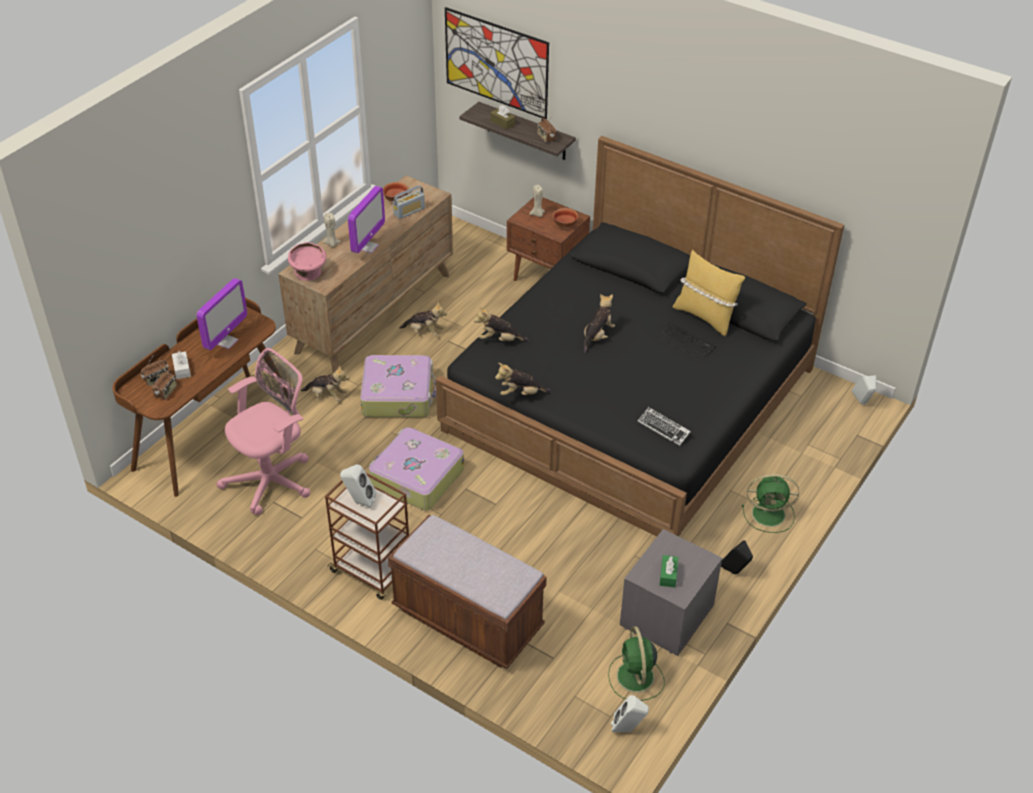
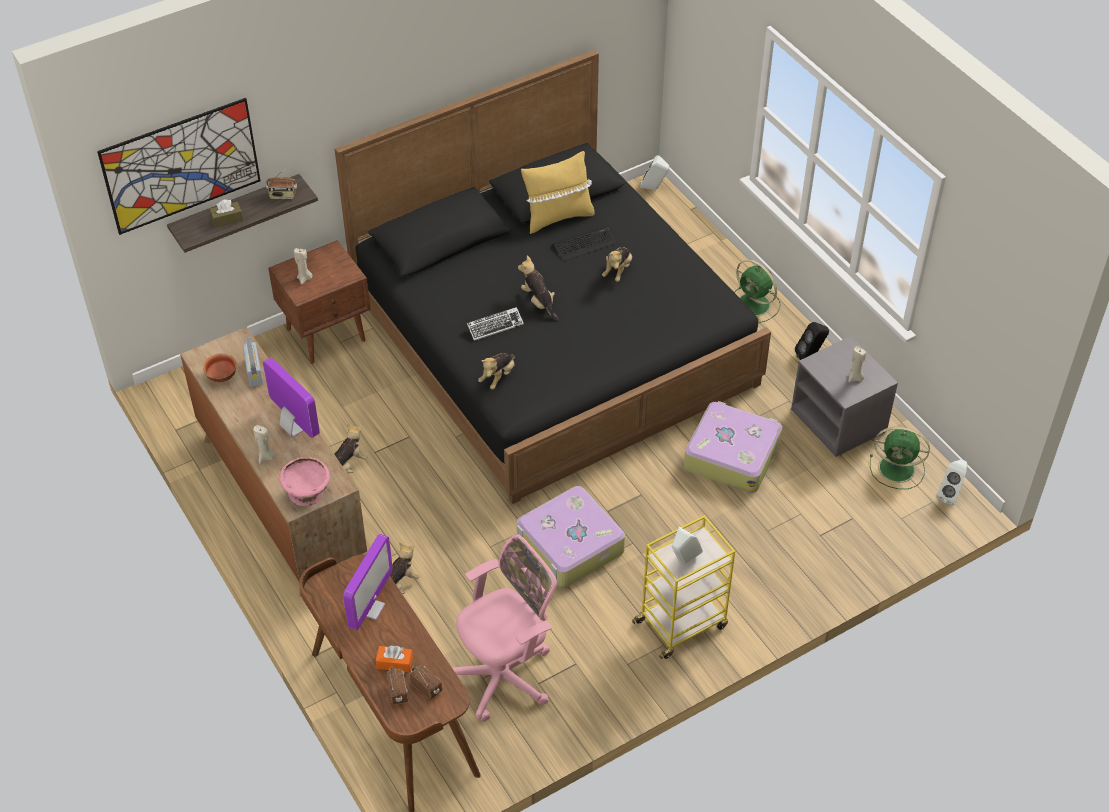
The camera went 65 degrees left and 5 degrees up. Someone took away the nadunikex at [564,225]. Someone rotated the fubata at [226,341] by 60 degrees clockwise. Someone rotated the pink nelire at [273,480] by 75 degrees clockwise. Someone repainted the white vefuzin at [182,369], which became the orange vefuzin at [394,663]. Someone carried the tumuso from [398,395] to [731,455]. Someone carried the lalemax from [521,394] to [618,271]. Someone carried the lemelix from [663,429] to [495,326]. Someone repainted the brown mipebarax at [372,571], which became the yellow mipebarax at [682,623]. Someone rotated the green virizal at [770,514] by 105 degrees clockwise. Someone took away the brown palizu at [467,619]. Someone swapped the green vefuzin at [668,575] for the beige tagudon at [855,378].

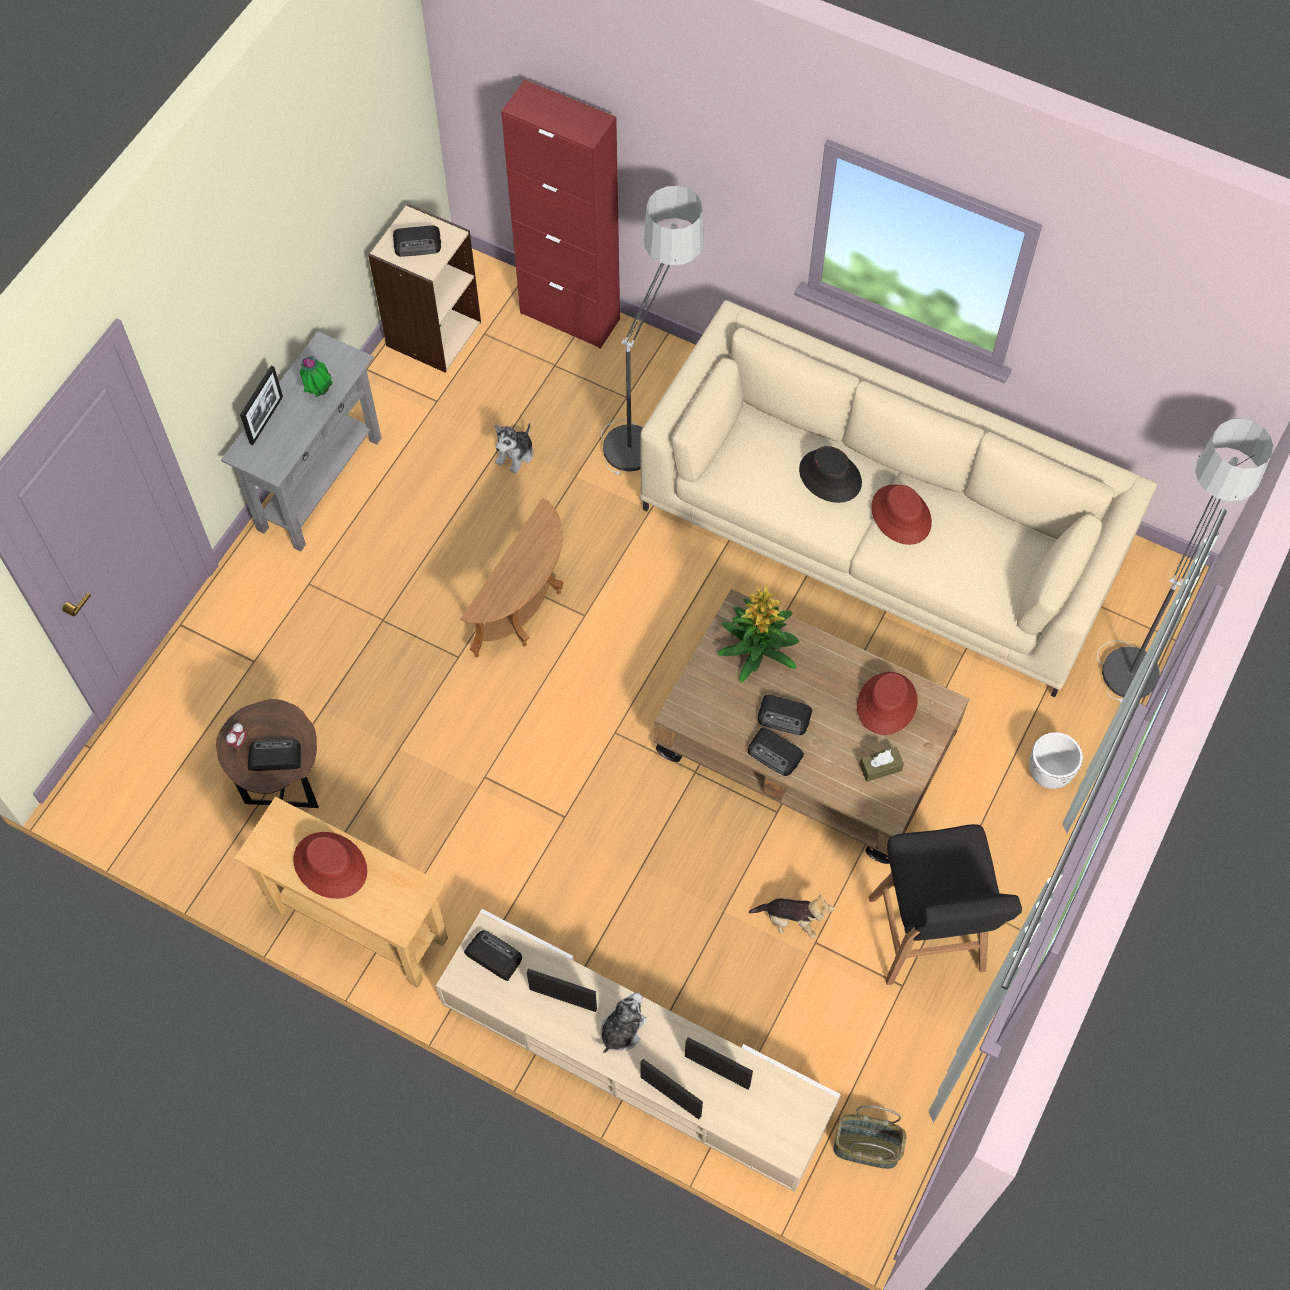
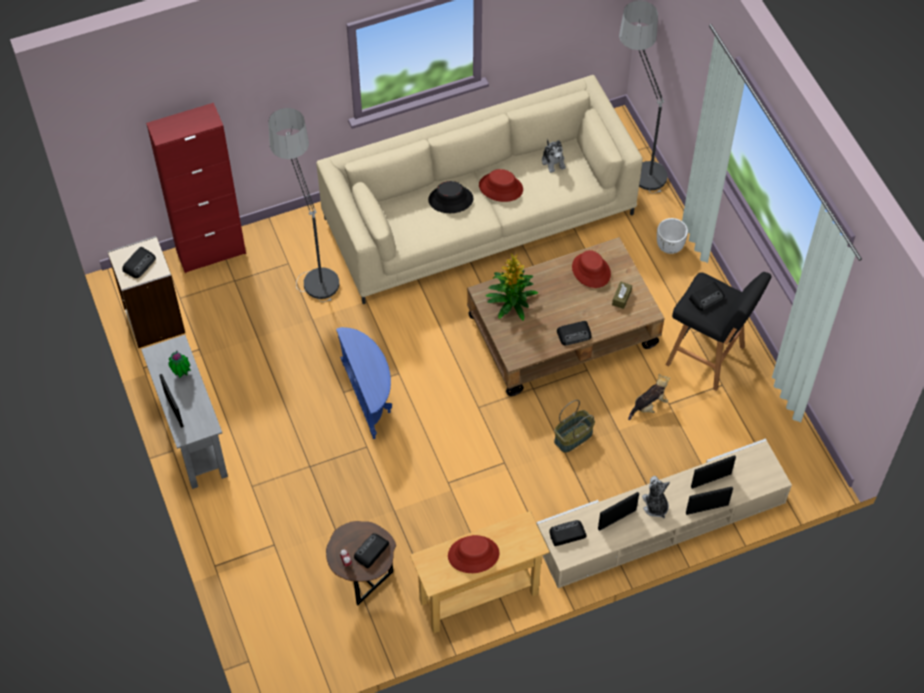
The camera went 50 degrees left and 5 degrees down. Someone carried the lalemax from [515,455] to [553,161]. Someone repainted the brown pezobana at [525,610], which became the blue pezobana at [369,397]. Someone carried the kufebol from [785,717] to [707,297]. Someone carried the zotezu from [866,1147] to [573,438].

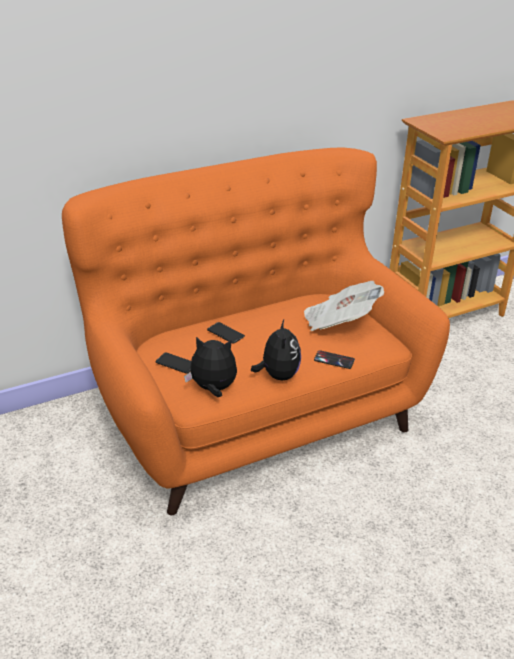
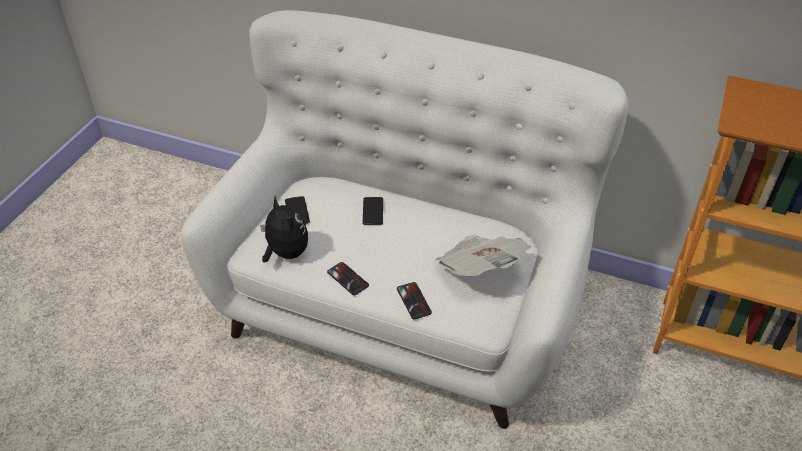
The camera went 50 degrees right and 10 degrees up. Someone repainted the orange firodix at [255,415], which became the white firodix at [400,307]. Someone swapped the lalemax at [278,375] for the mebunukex at [348,279].

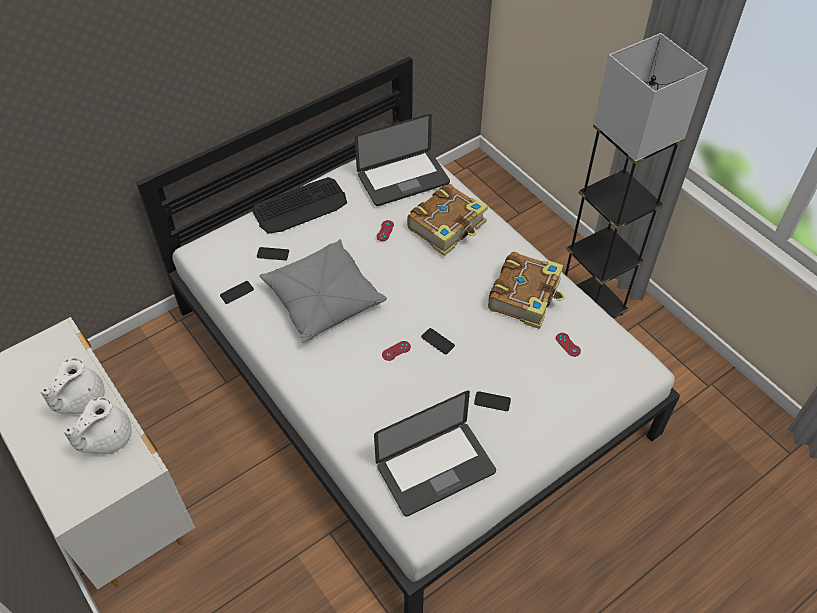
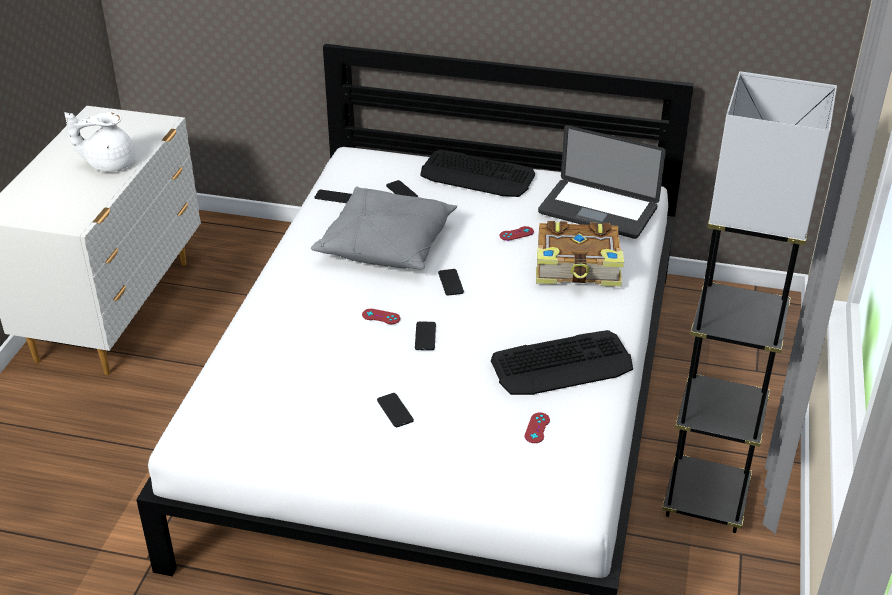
The camera went 50 degrees right and 15 degrees down. Someone swapped the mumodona at [525,296] for the lemelix at [562,365]. Someone took away the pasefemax at [436,469]. Someone took away the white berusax at [107,438]. Someone put down the mebunukex at [451,282].

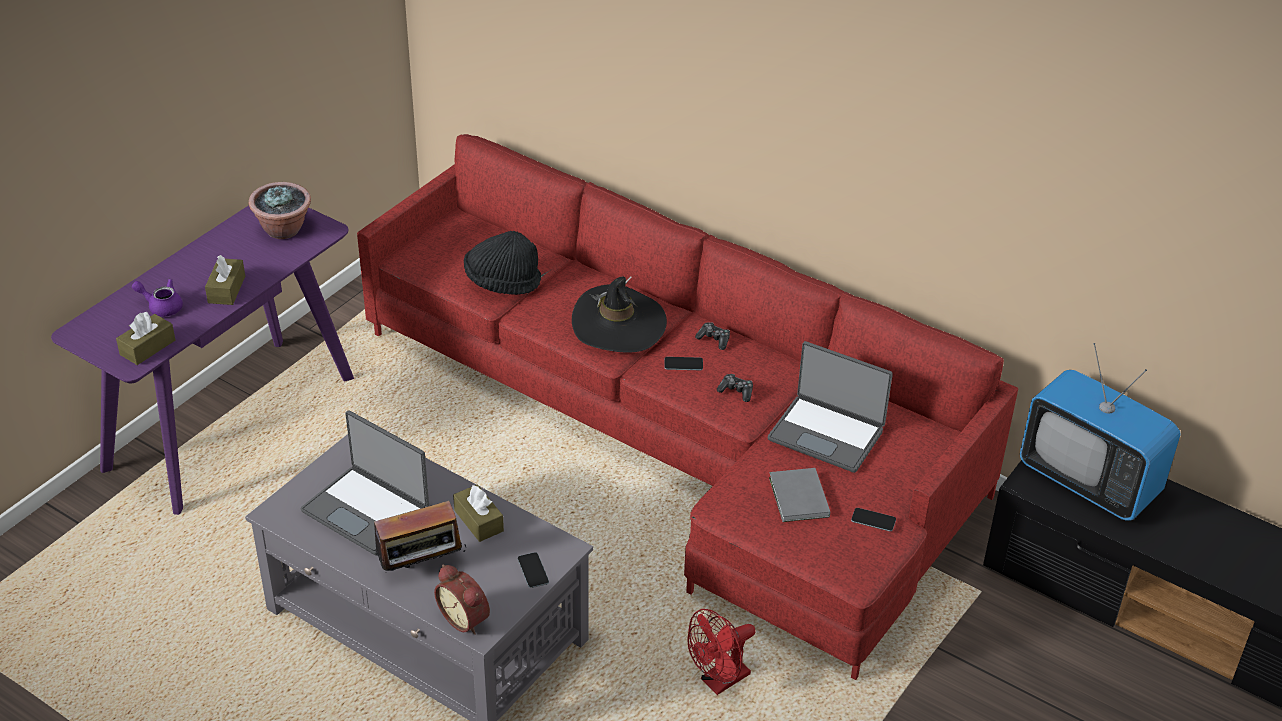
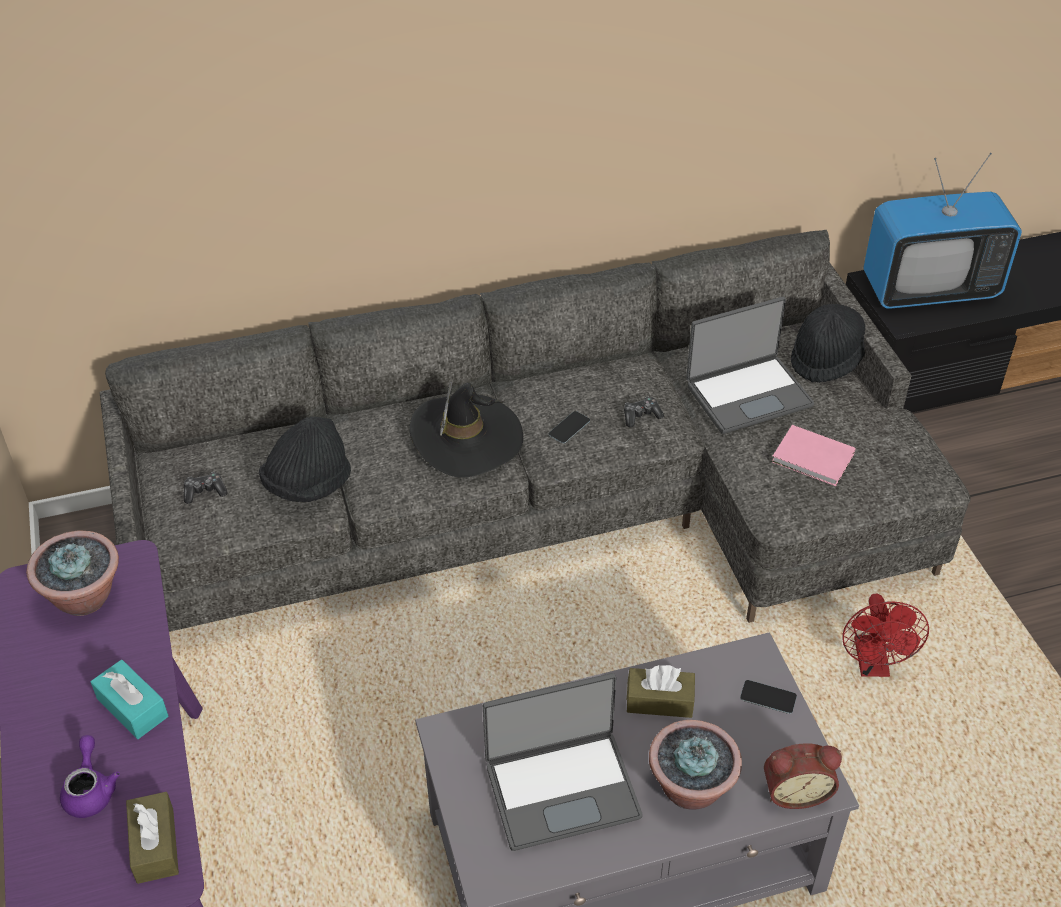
The camera went 50 degrees left and 5 degrees up. Someone repainted the red firodix at [684,440], which became the grey firodix at [554,508]. Someone repainted the brown vefuzin at [226,289], which became the turquoise vefuzin at [132,708]. Someone rotated the purple berusax at [161,306] by 120 degrees clockwise. Someone carried the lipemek from [714,339] to [205,492]. Someone repainted the grey mumodona at [798,498], which became the pink mumodona at [814,459]. Someone swapped the kufebol at [421,567] for the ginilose at [690,788]. Someone took away the mebunukex at [873,520]. Someone put down the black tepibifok at [827,358].

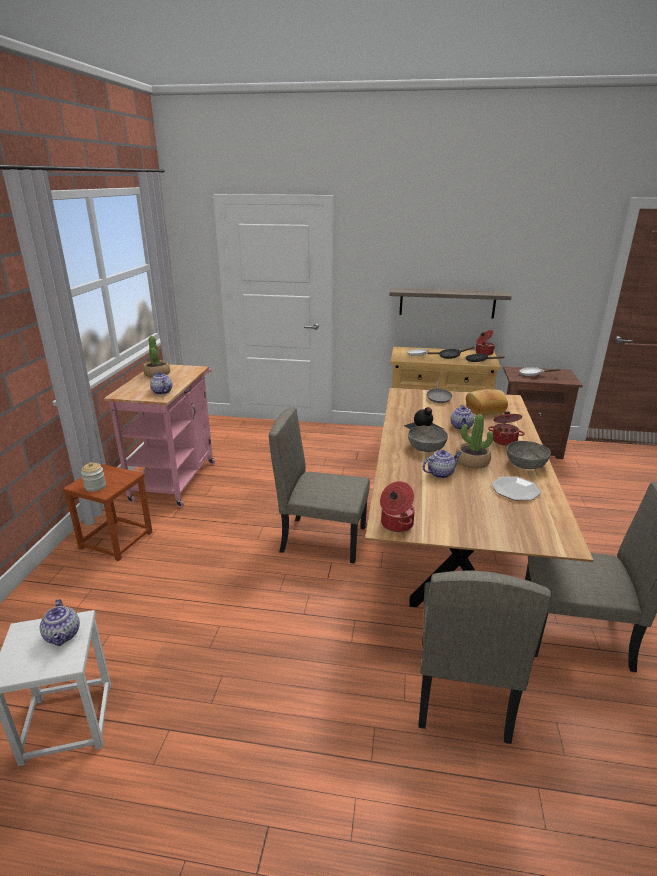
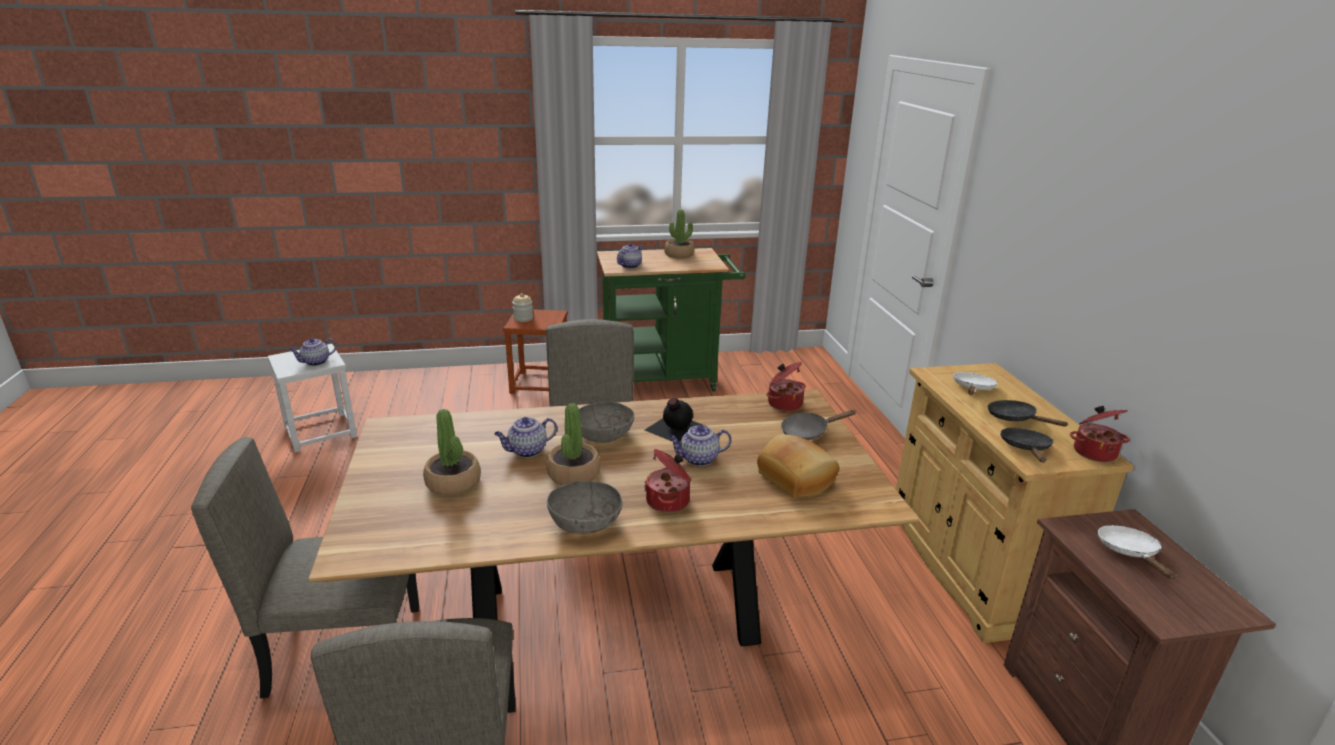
The camera went 70 degrees right and 0 degrees up. Someone took away the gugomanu at [447,303]. Someone repainted the pink mipebarax at [176,478], which became the green mipebarax at [666,380]. Someone rotated the berusax at [440,473] by 105 degrees clockwise. Someone took away the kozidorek at [515,490]. Someone carried the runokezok from [396,524] to [784,403]. Someone put down the ginilose at [453,482].

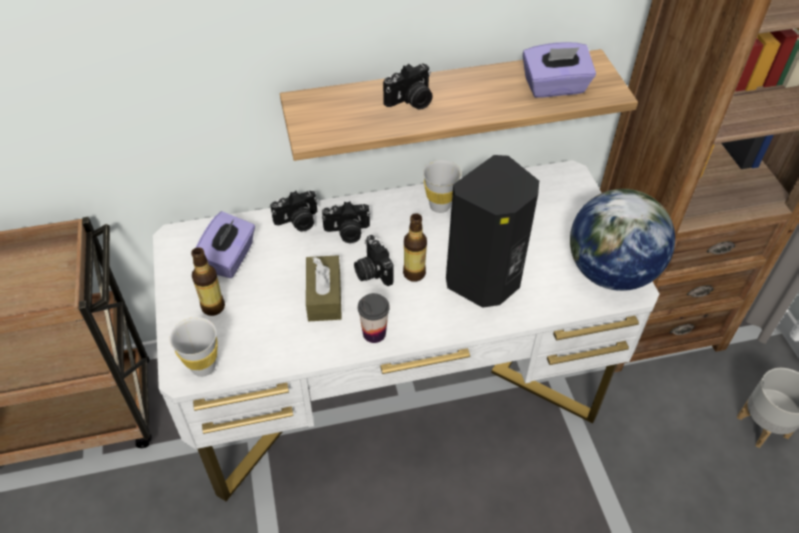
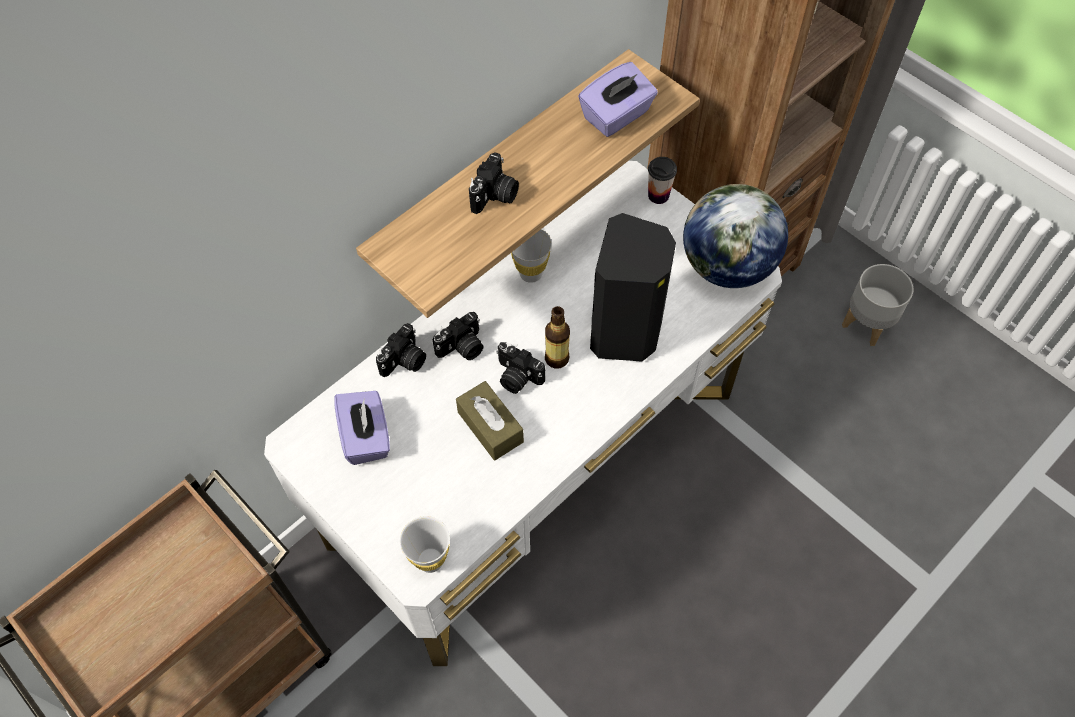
The camera went 30 degrees left and 10 degrees up. Someone took away the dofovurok at [213,307]. Someone carried the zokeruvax from [374,333] to [658,195].

